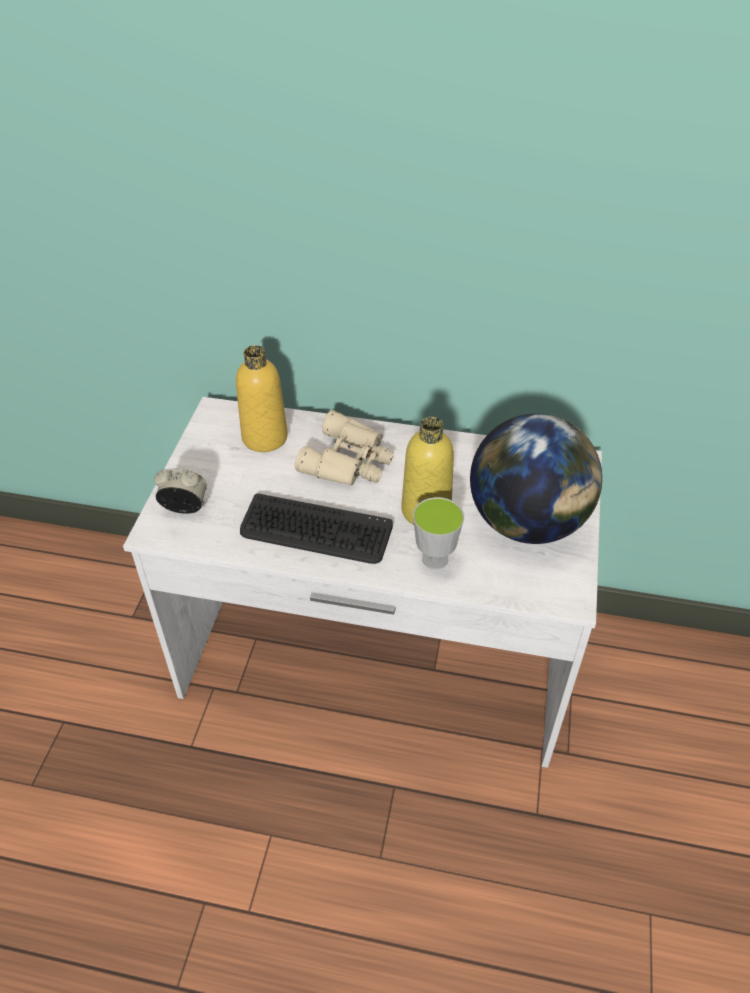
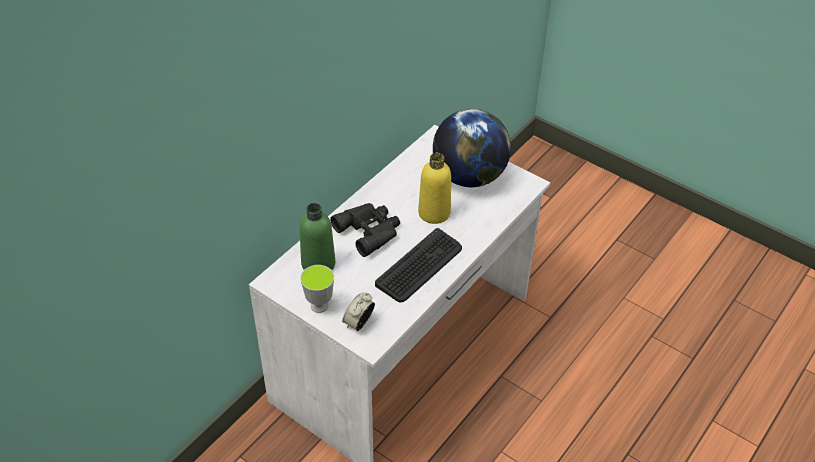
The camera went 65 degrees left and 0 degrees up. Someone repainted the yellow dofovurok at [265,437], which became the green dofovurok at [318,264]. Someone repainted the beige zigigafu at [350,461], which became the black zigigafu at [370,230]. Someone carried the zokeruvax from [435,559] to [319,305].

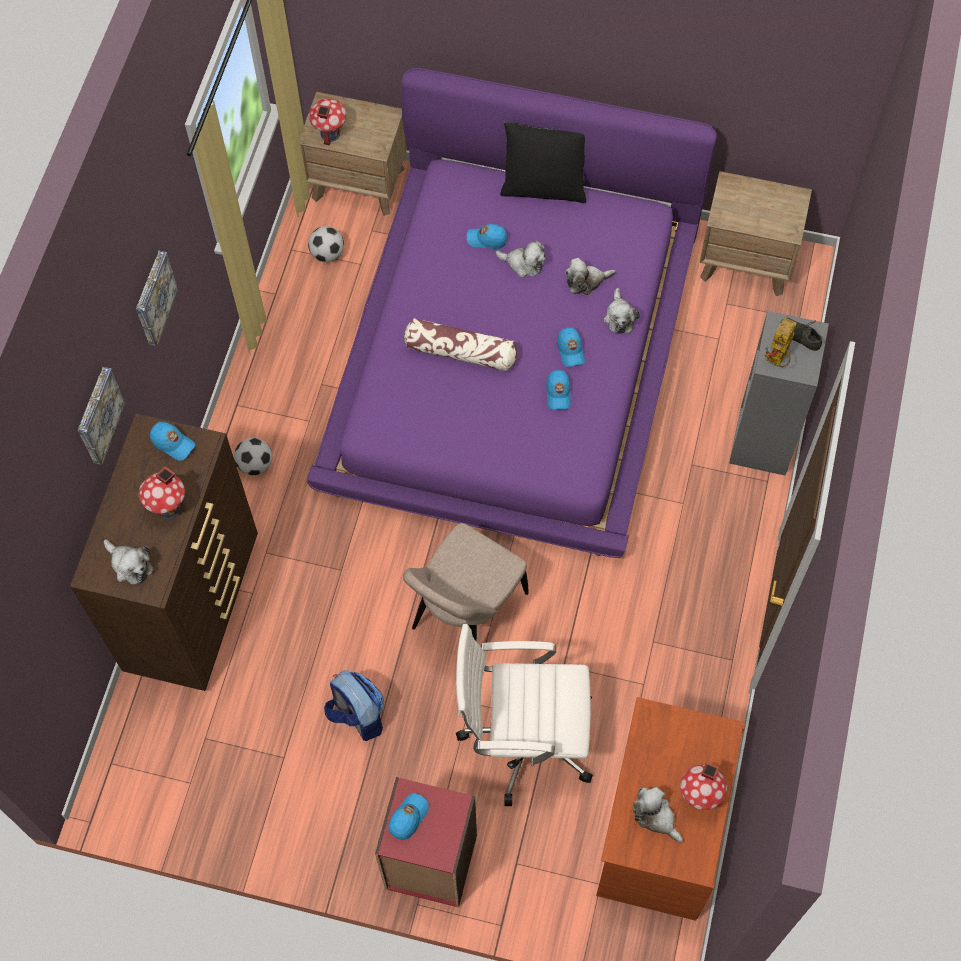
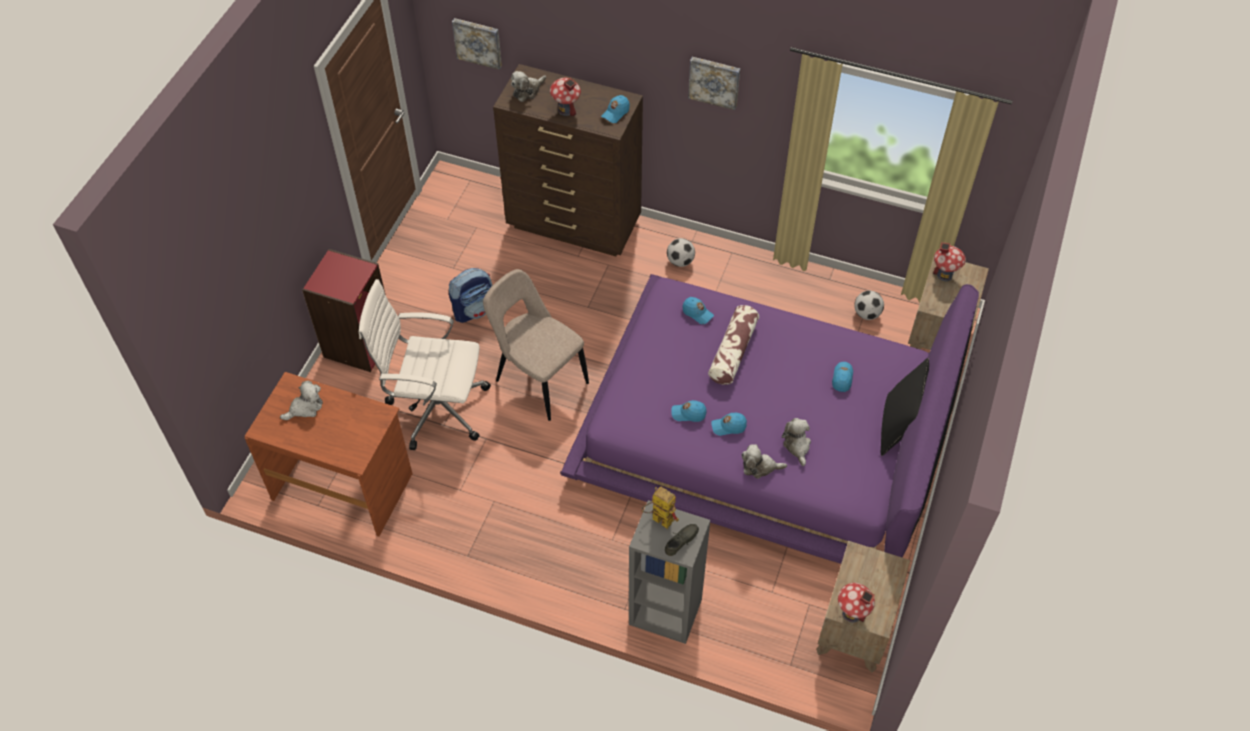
The camera went 95 degrees right and 10 degrees down. Someone took away the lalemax at [523,264]. Someone carried the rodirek from [98,415] to [478,42]. Someone rotated the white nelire at [524,737] by 90 degrees counterclockwise. Someone carried the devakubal from [699,797] to [852,613]. Someone carried the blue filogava from [408,818] to [697,313].

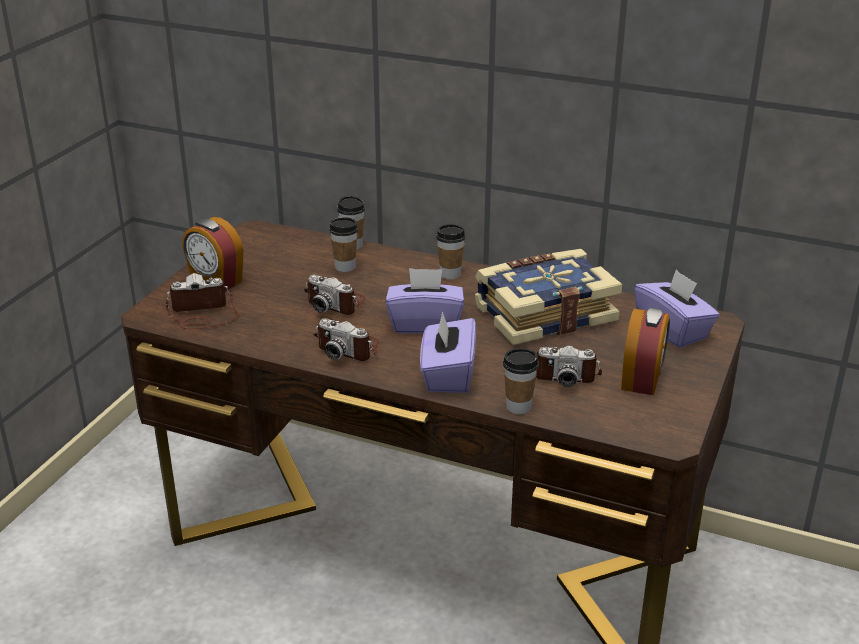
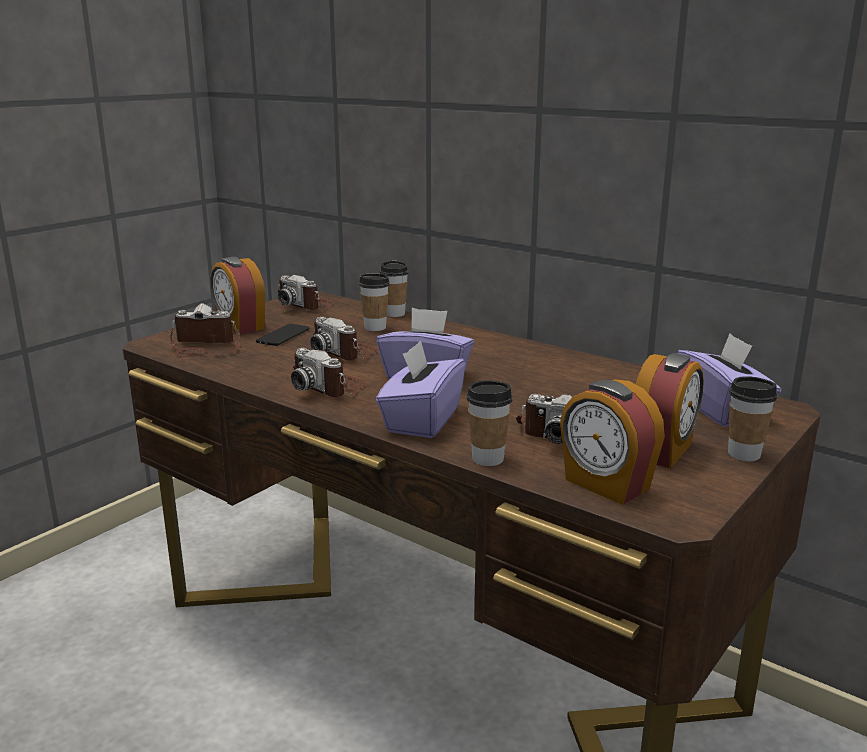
The camera went 15 degrees right and 10 degrees down. Someone carried the zokeruvax from [450,274] to [744,454]. Someone took away the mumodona at [544,313]. Someone put down the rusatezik at [306,305]. Someone put down the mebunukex at [283,335]. Someone put down the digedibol at [605,485].

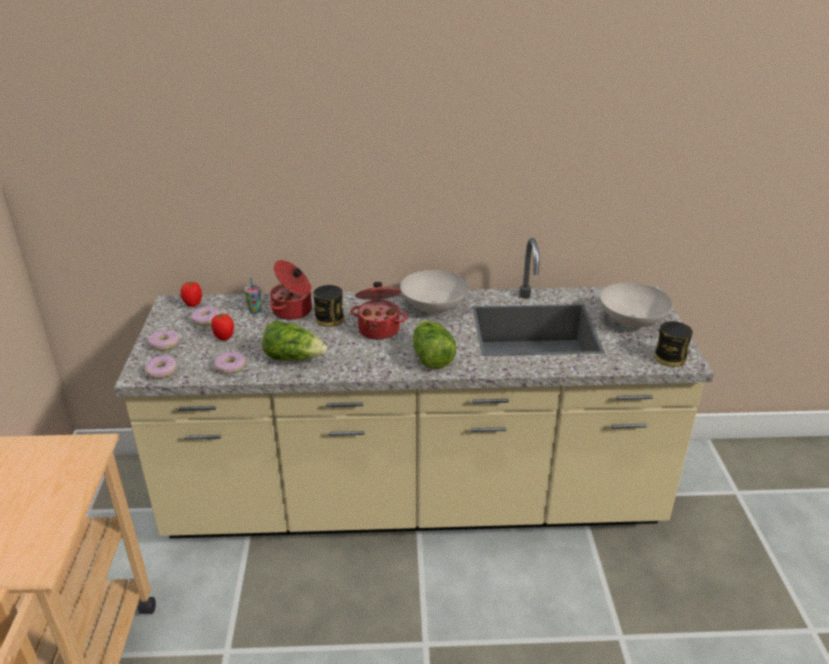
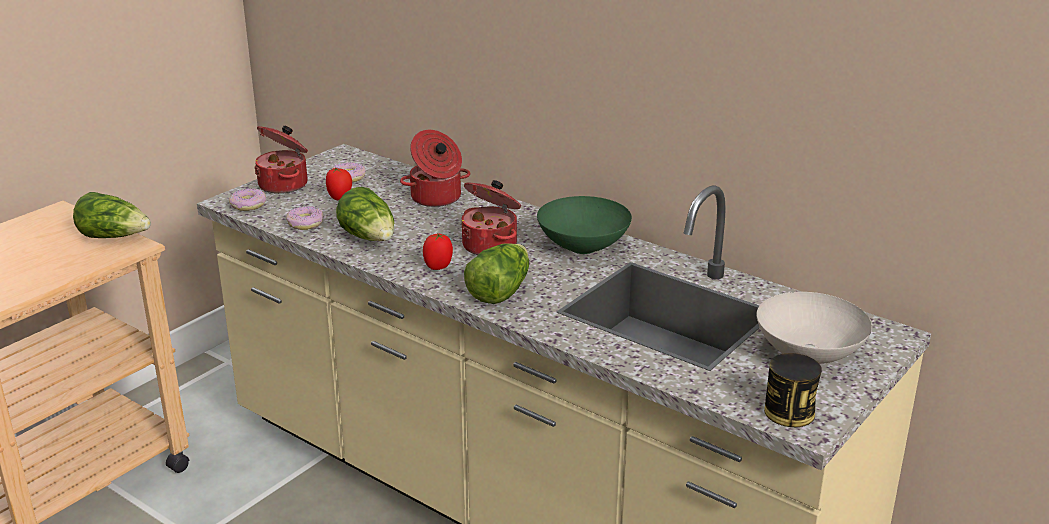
The camera went 40 degrees right and 5 degrees down. Someone repainted the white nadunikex at [433,308], which became the green nadunikex at [581,247]. Someone took away the zokeruvax at [255,311]. Someone carried the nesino from [193,304] to [438,266]. Someone took away the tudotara at [329,319]. Someone swapped the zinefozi at [164,344] for the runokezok at [284,184]. Someone put down the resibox at [115,237].

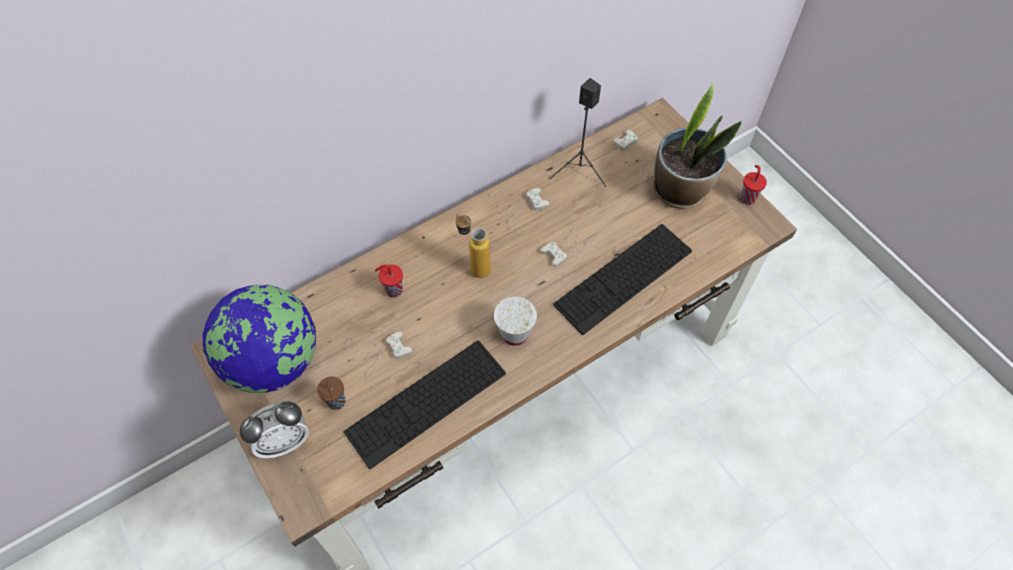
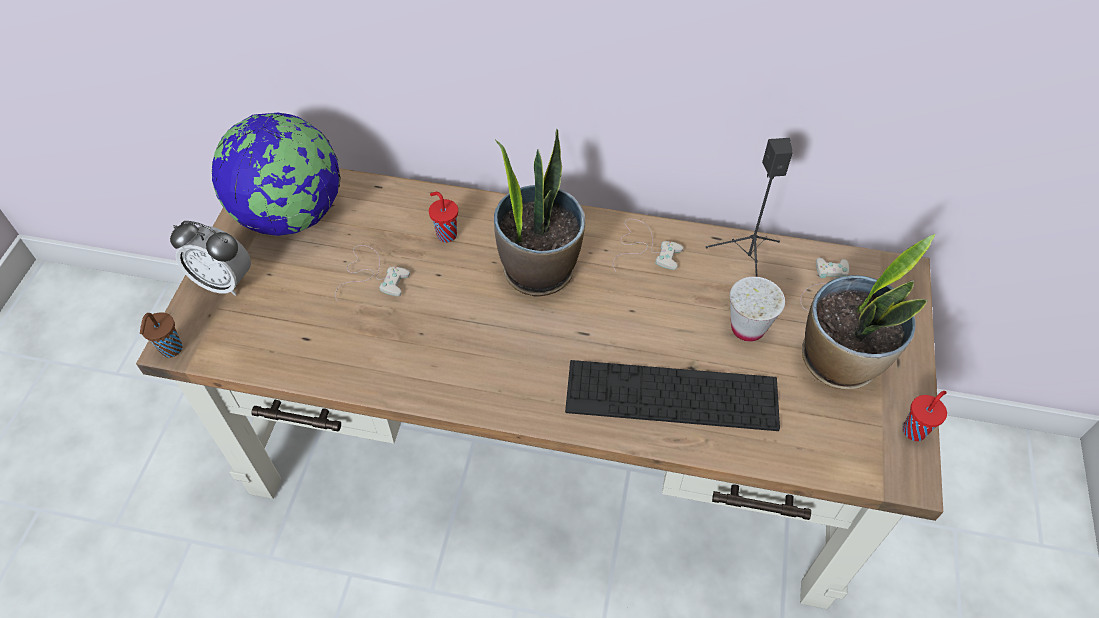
The camera went 45 degrees right and 5 degrees down. Someone swapped the dofovurok at [474,266] for the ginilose at [539,269]. Someone took away the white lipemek at [572,248]. Someone carried the white zokeruvax from [515,334] to [747,328]. Someone took away the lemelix at [426,402]. Someone carried the brown zokeruvax from [337,403] to [170,350].

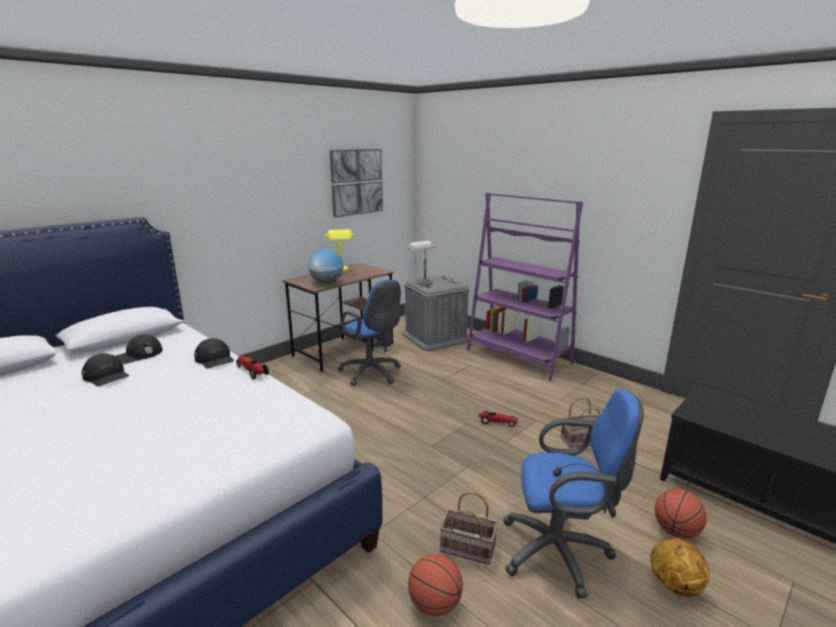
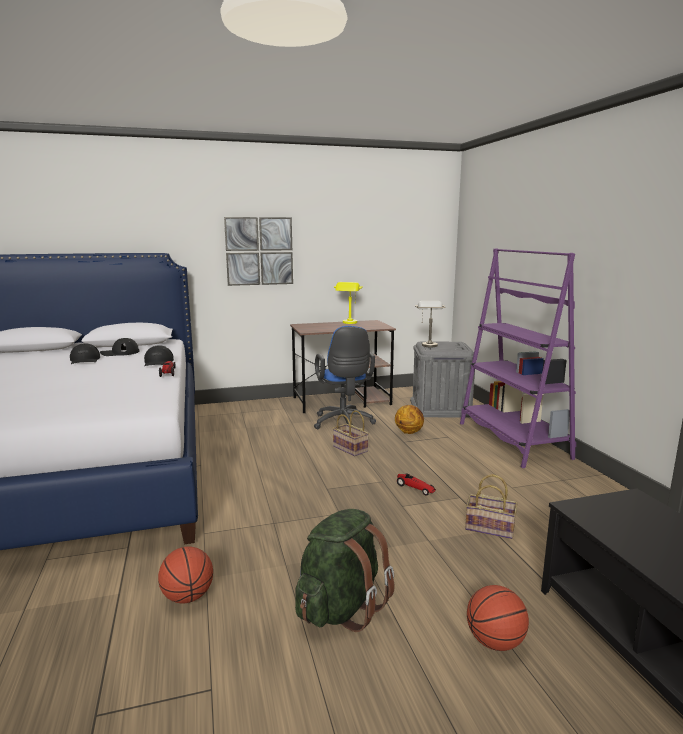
The camera went 30 degrees right and 5 degrees down. Someone carried the rodirek from [356,182] to [259,251]. Someone took away the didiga at [327,283]. Someone swapped the blue nelire at [561,552] for the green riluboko at [341,607]. Someone carried the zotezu from [466,549] to [349,449]. Someone carried the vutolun from [674,585] to [409,432].

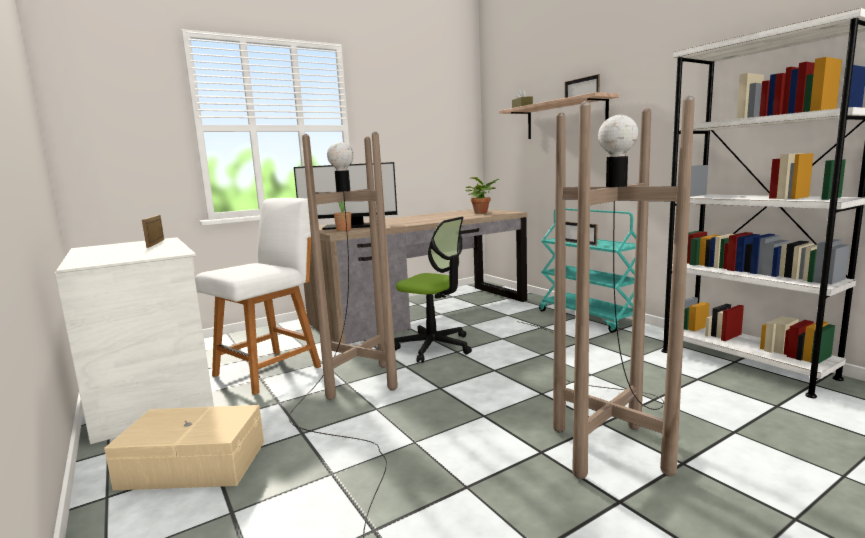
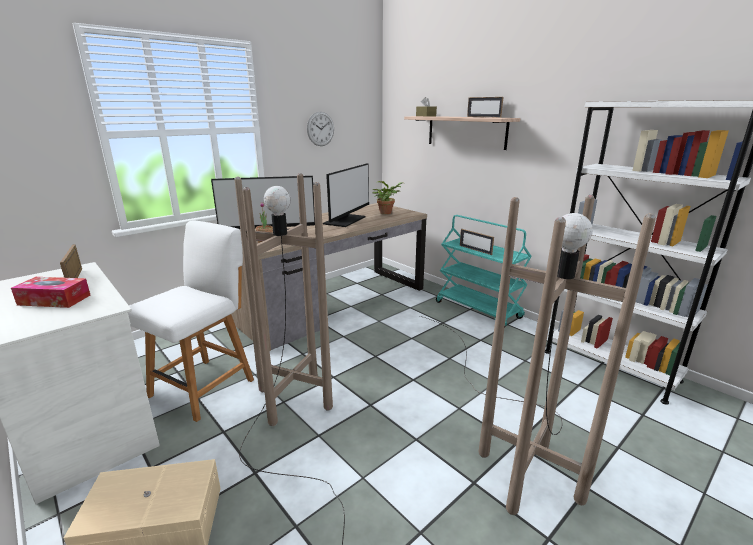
The camera went 10 degrees left and 10 degrees up. Someone took away the nelire at [434,347]. Someone put up the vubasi at [320,129]. Someone put down the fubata at [345,220]. Someone put down the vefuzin at [54,300].

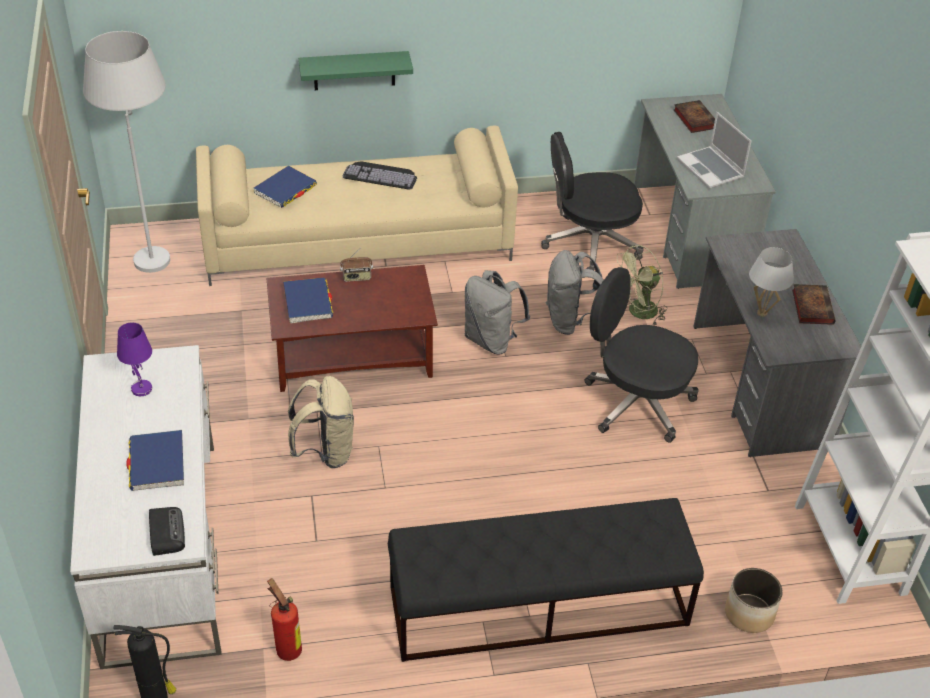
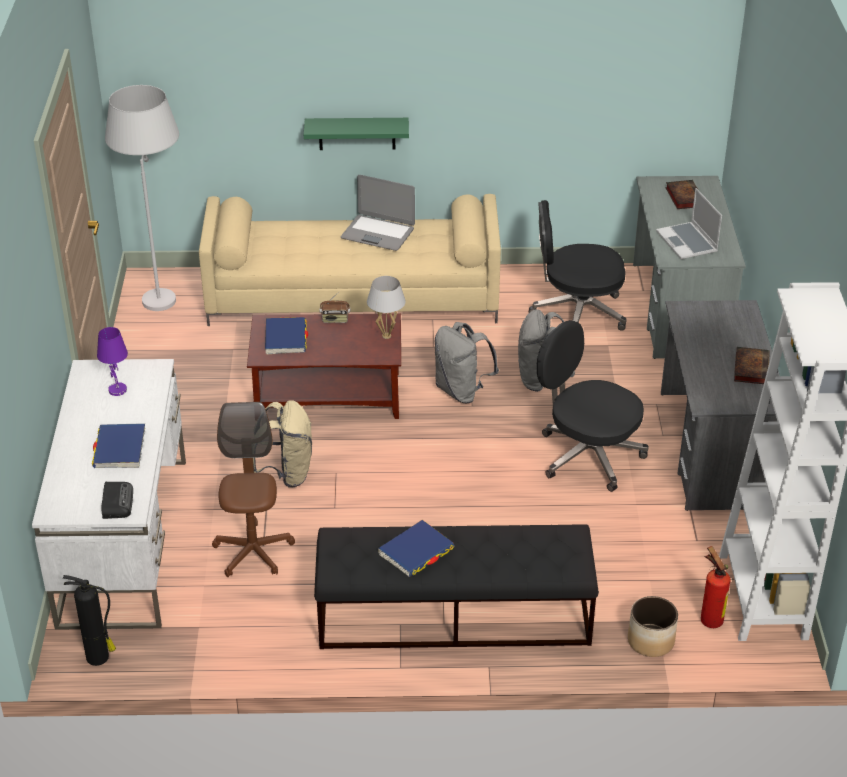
The camera went 10 degrees right and 5 degrees down. Someone swapped the lemelix at [381,175] for the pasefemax at [378,233]. Someone carried the blue mumodona from [285,189] to [416,551]. Someone took away the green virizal at [638,313]. Someone carried the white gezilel from [761,313] to [386,336]. Someone carried the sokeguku from [287,648] to [709,619]. Someone put down the brown nelire at [253,552].

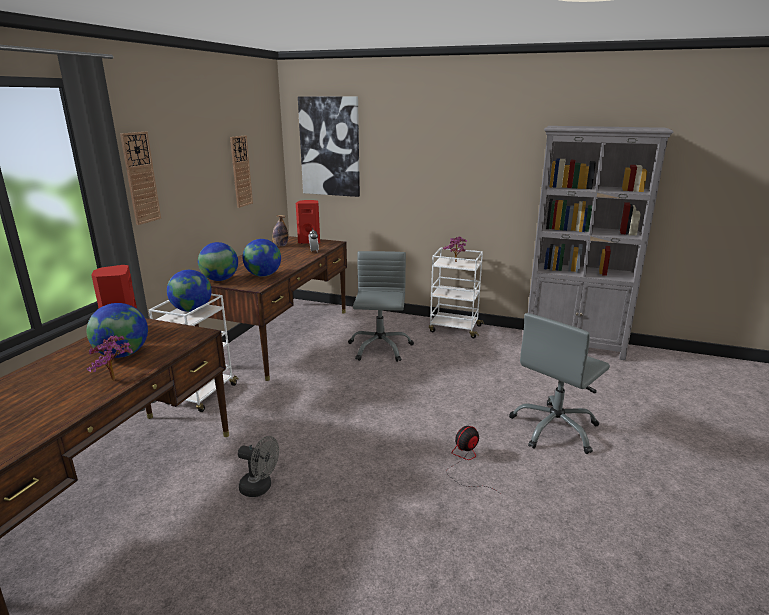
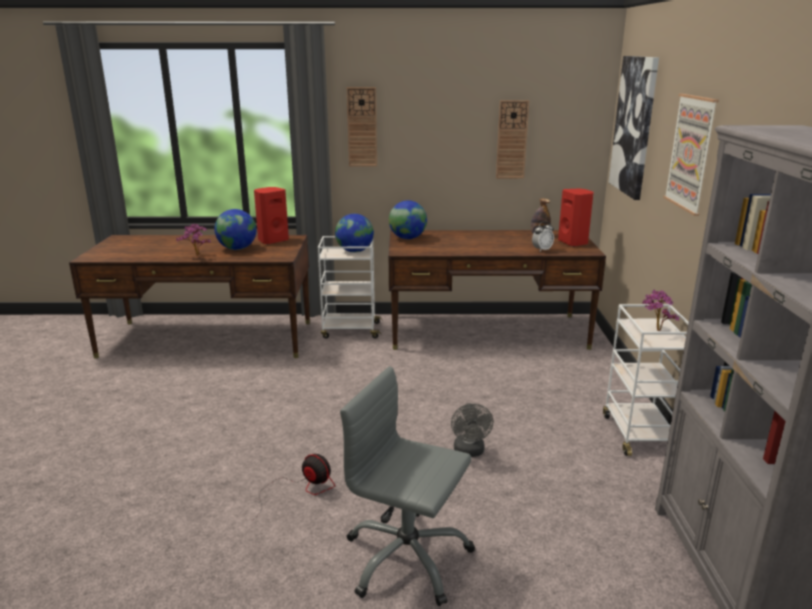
The camera went 70 degrees right and 0 degrees up. Someone took away the didiga at [263,275]. Someone took away the grey nelire at [379,348]. Someone carried the grey virizal from [260,488] to [469,452]. Someone put up the rodirek at [691,153].

